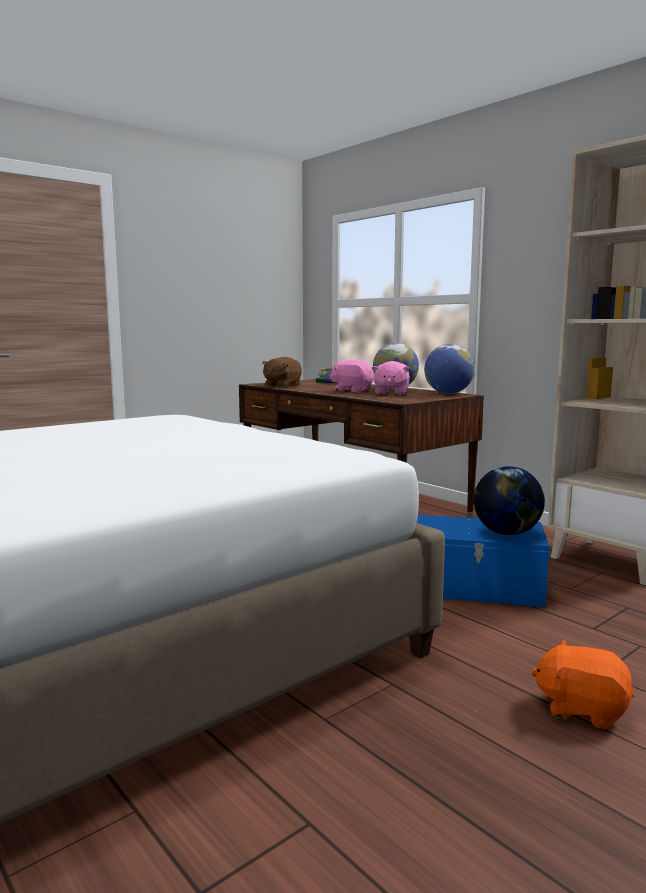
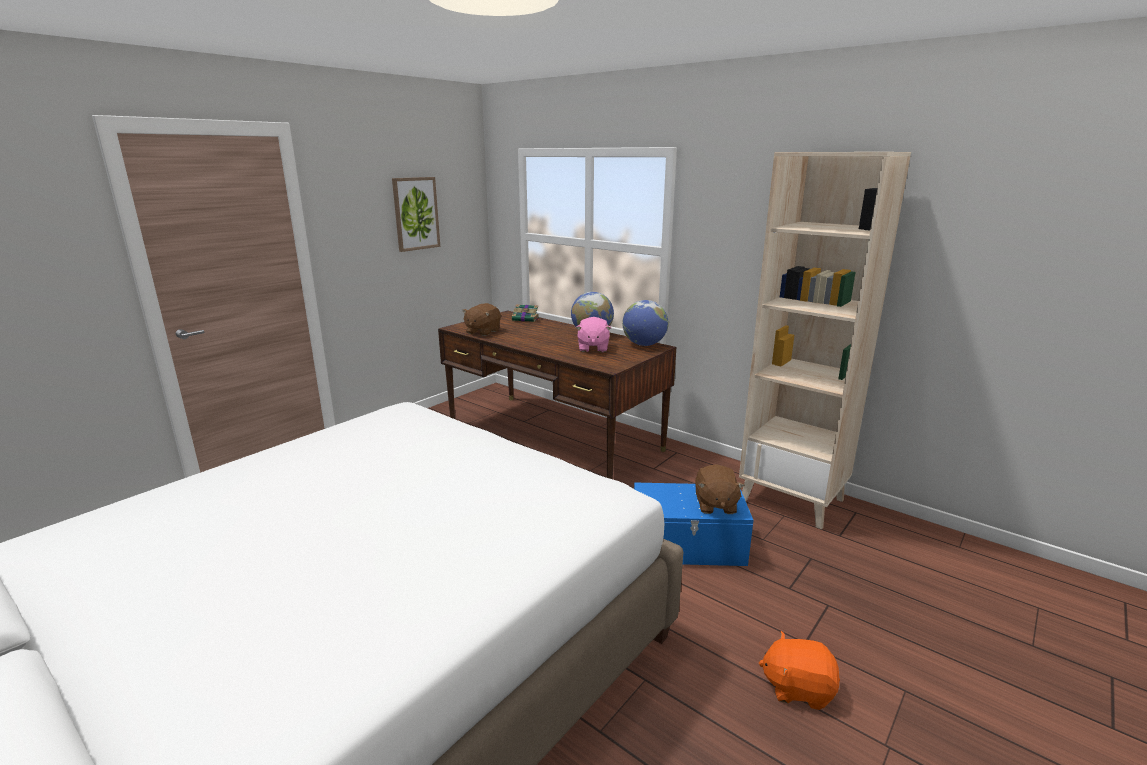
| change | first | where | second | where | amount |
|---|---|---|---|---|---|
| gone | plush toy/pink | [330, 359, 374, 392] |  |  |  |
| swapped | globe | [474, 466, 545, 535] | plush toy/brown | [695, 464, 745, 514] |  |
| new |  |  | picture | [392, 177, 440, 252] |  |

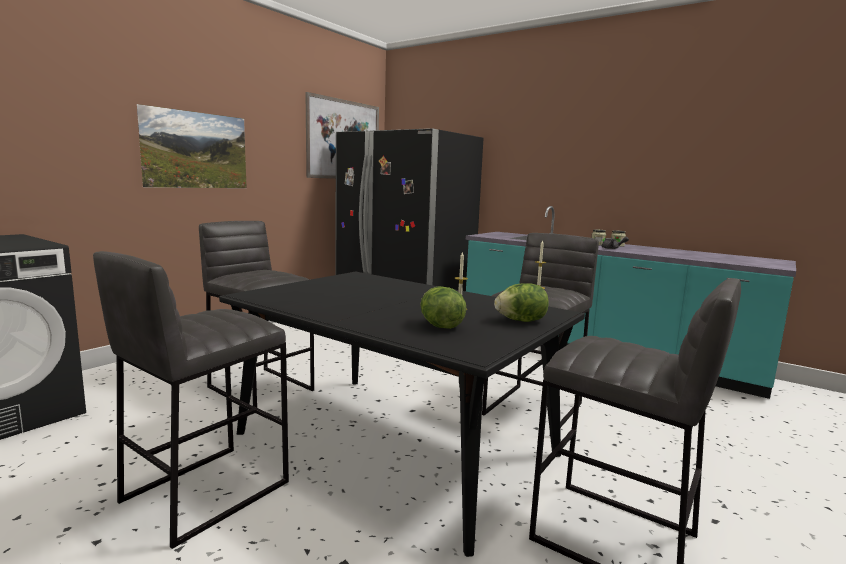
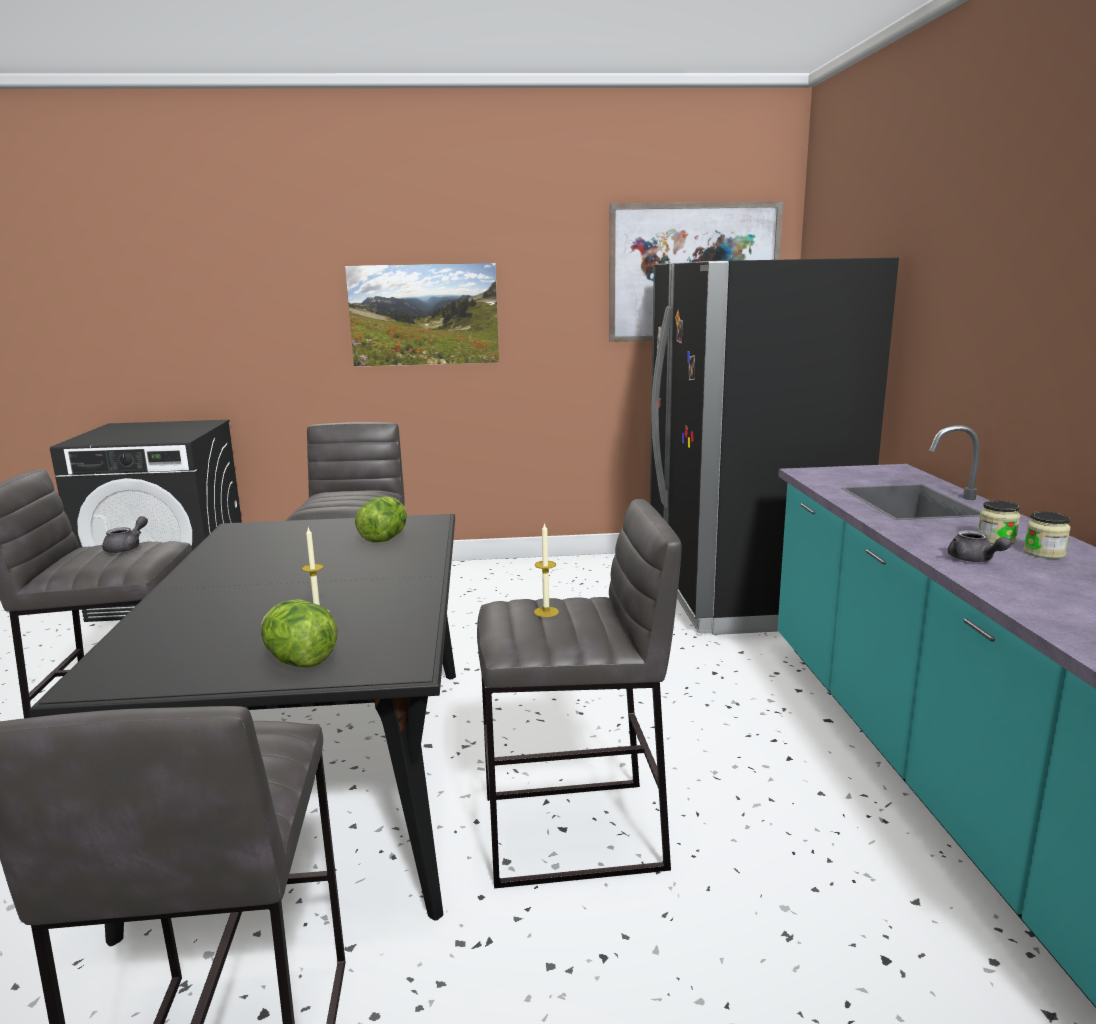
| change | first | where | second | where | amount |
|---|---|---|---|---|---|
| shifted | lettuce | [420, 286, 467, 329] |  | [355, 496, 407, 543] |  |
| new |  |  | teapot/grey | [102, 516, 148, 553] |  |

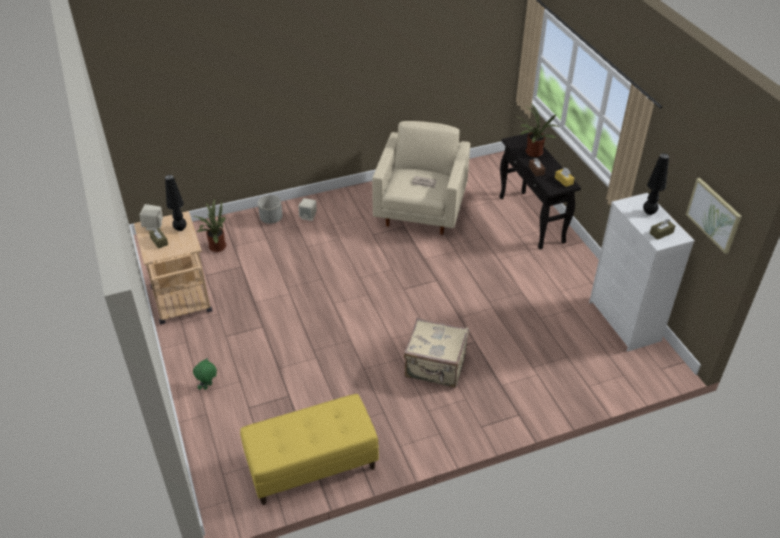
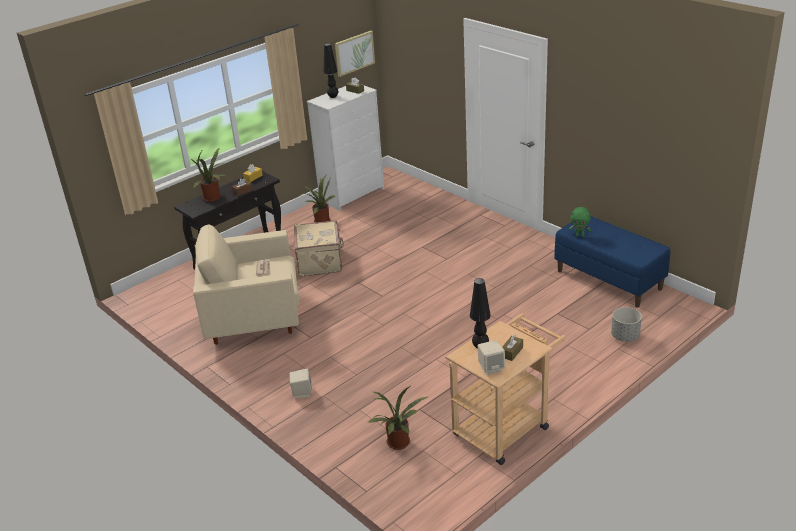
| change | first | where | second | where | amount |
|---|---|---|---|---|---|
| shifted | plush toy/green | [193, 358, 217, 390] |  | [569, 207, 591, 237] |  |
| repainted | bench/yellow | [240, 394, 379, 505] | bench/blue | [554, 216, 670, 308] |  |
| shifted | planter/grey | [258, 195, 283, 224] |  | [611, 307, 642, 342] |  |
| shifted | suitcase/beige | [404, 318, 469, 388] |  | [294, 220, 344, 276] |  |
| new |  |  | potted plant | [301, 175, 335, 223] |  |

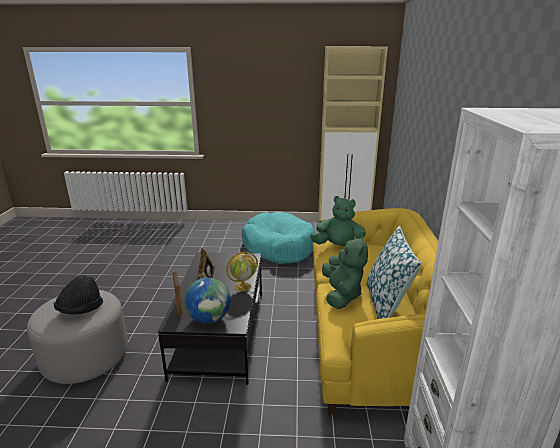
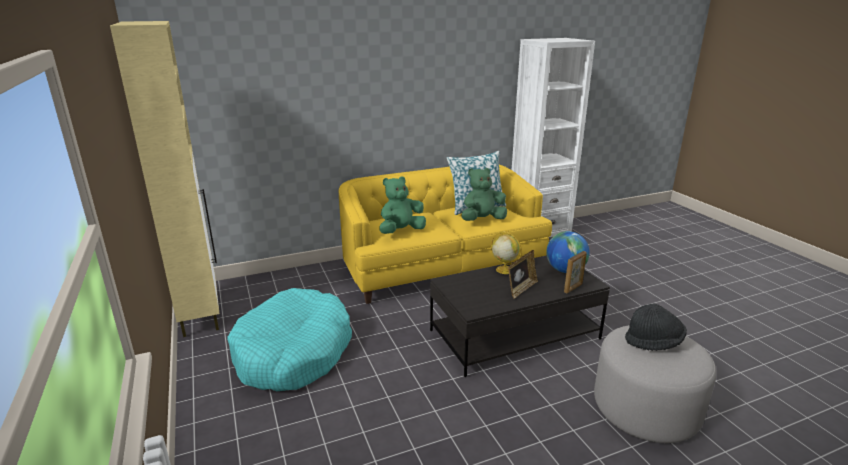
| change | first | where | second | where | amount |
|---|---|---|---|---|---|
| rotated | plush toy/green | [311, 196, 366, 246] |  | [379, 176, 426, 234] | 60 degrees clockwise |

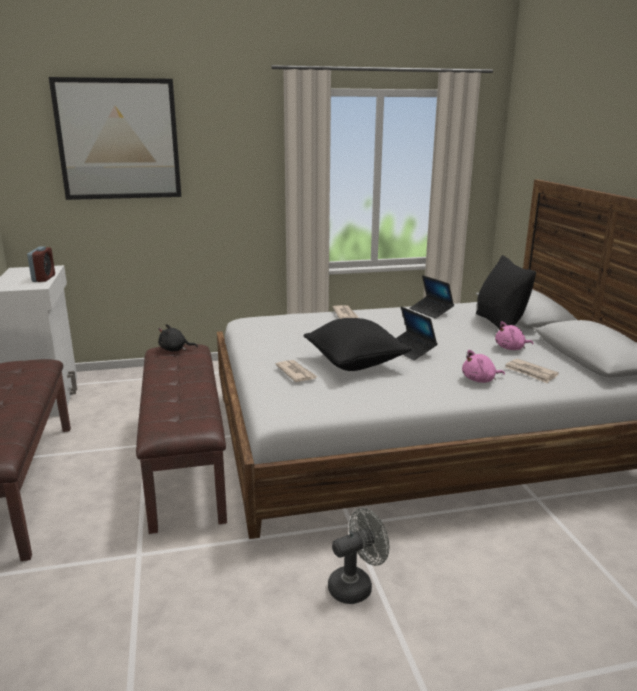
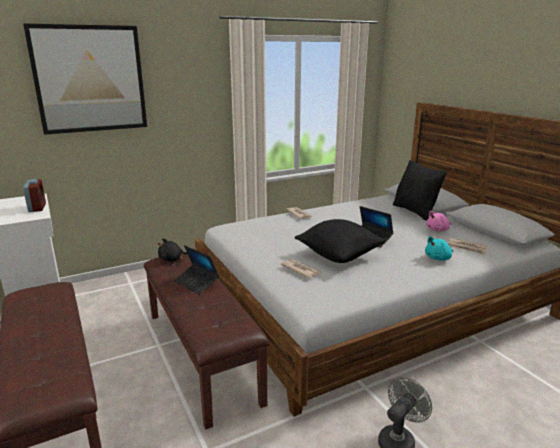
| change | first | where | second | where | amount |
|---|---|---|---|---|---|
| shifted | laptop | [410, 275, 454, 319] |  | [174, 245, 219, 294] |  |
| repainted | plush toy/pink | [462, 350, 505, 383] | plush toy/turquoise | [425, 236, 453, 261] |  |

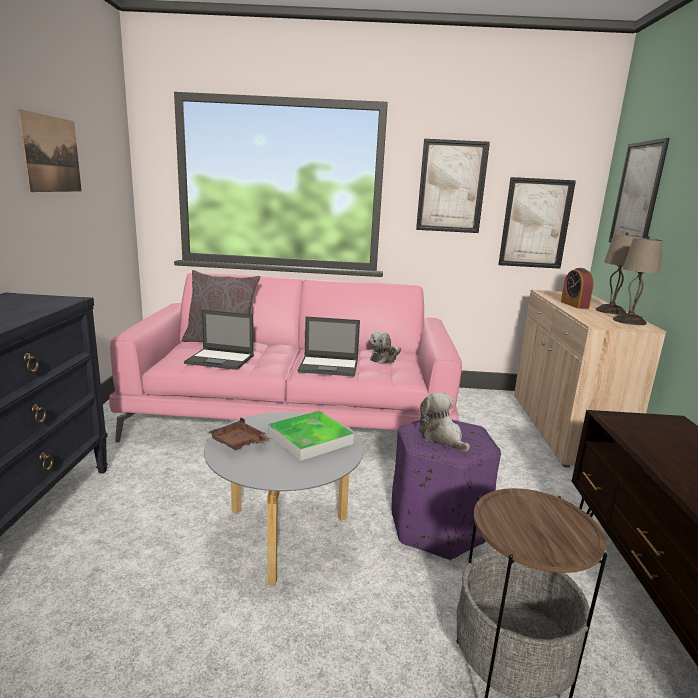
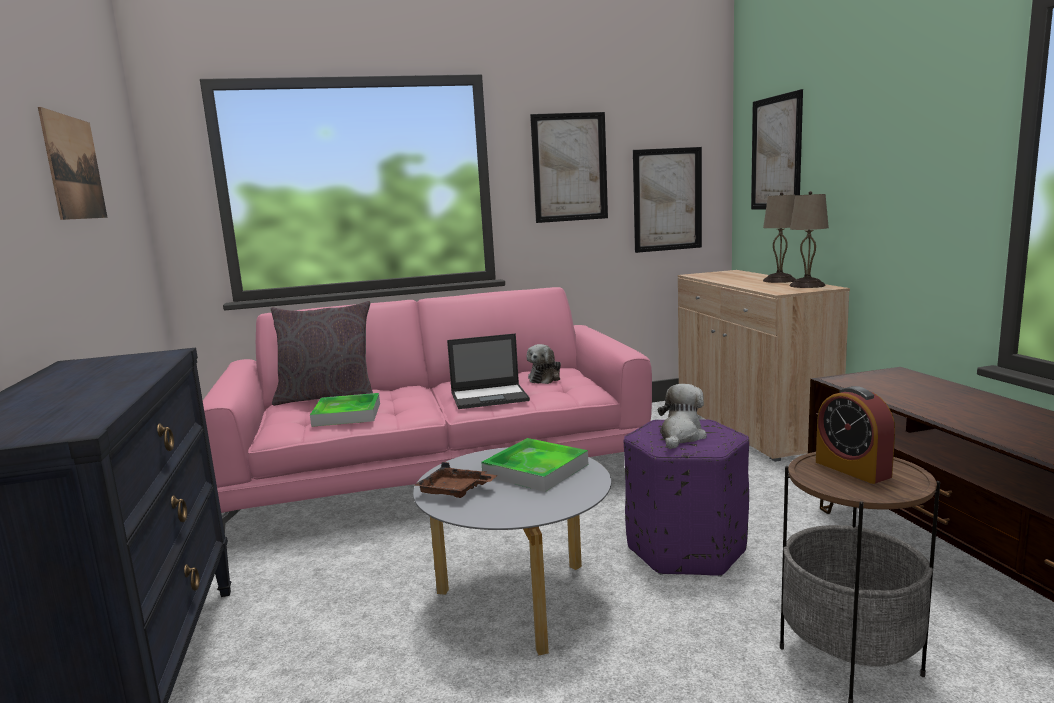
| change | first | where | second | where | amount |
|---|---|---|---|---|---|
| swapped | laptop | [184, 310, 254, 370] | tray | [310, 393, 380, 427] |  |
| rotated | plush toy | [419, 392, 470, 452] |  | [658, 384, 707, 449] | 75 degrees clockwise |
| shifted | alarm clock | [561, 268, 594, 309] |  | [816, 386, 895, 484] |  |

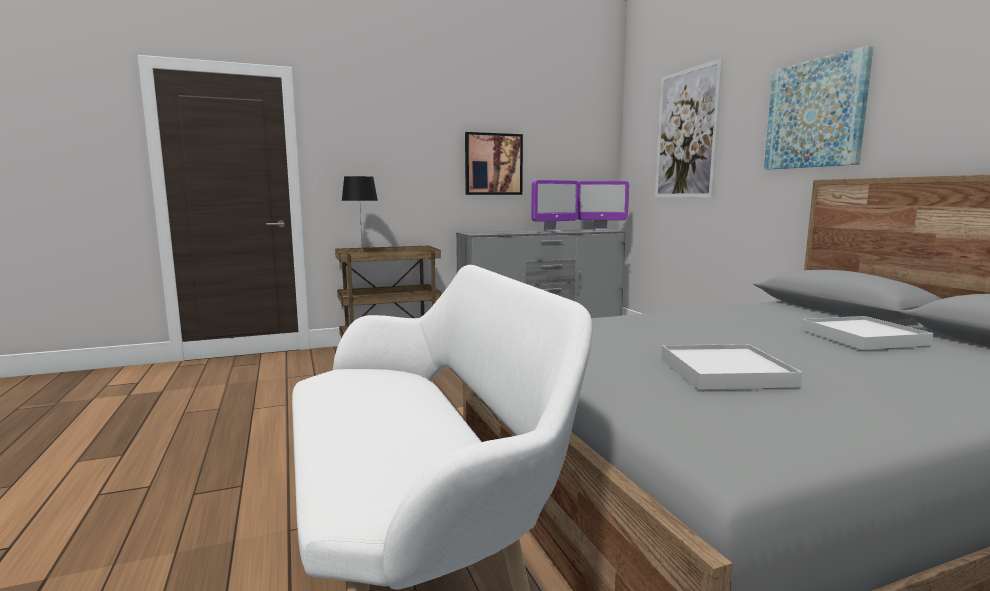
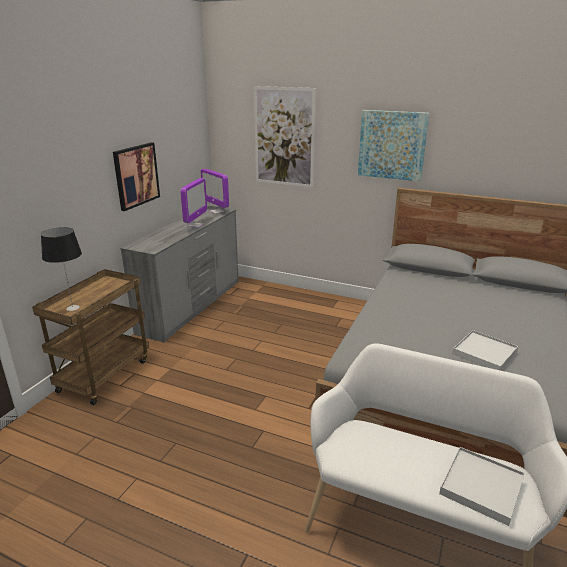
| change | first | where | second | where | amount |
|---|---|---|---|---|---|
| rotated | monitor | [578, 181, 629, 231] |  | [201, 169, 229, 214] | 90 degrees clockwise |
| shifted | tray/white | [801, 316, 934, 350] |  | [439, 447, 525, 526] |  |

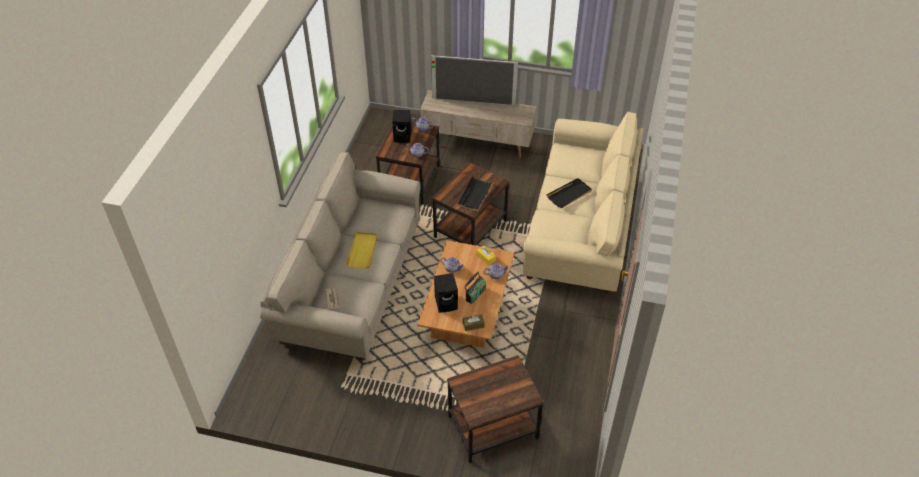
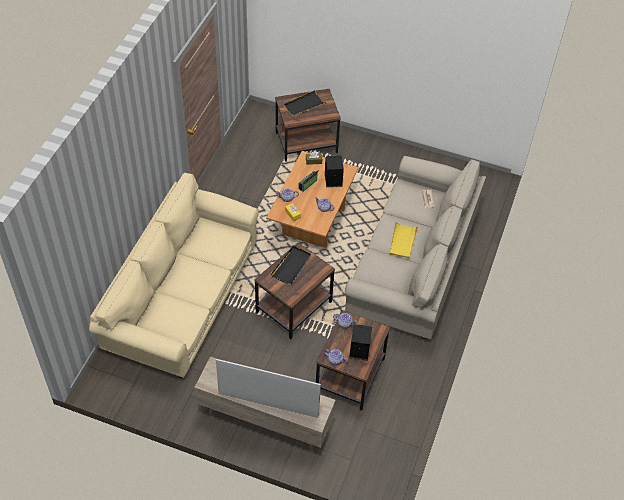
| change | first | where | second | where | amount |
|---|---|---|---|---|---|
| shifted | tray/black | [546, 178, 592, 208] |  | [284, 90, 325, 117] |  |

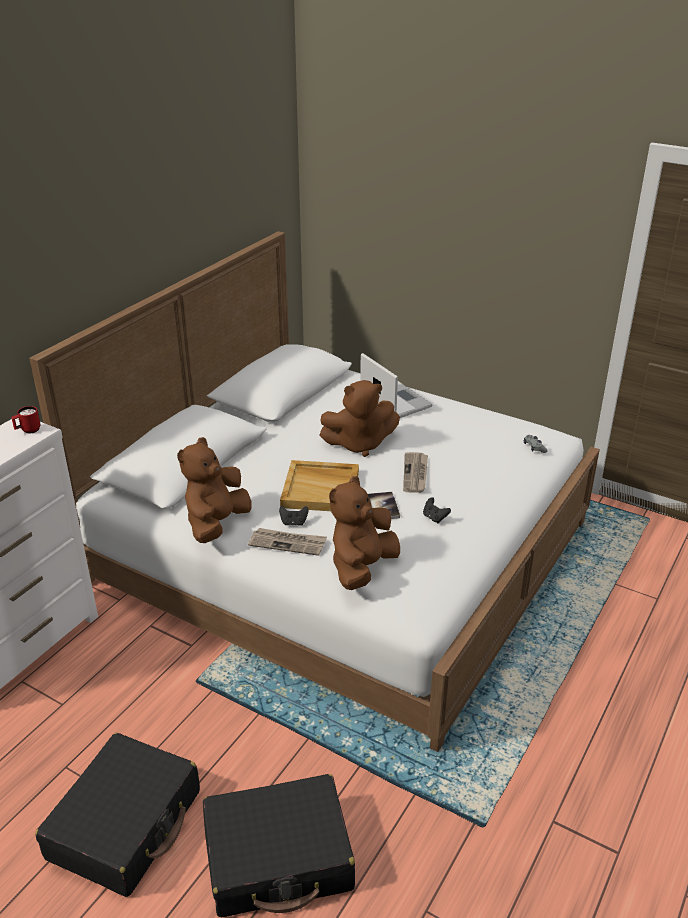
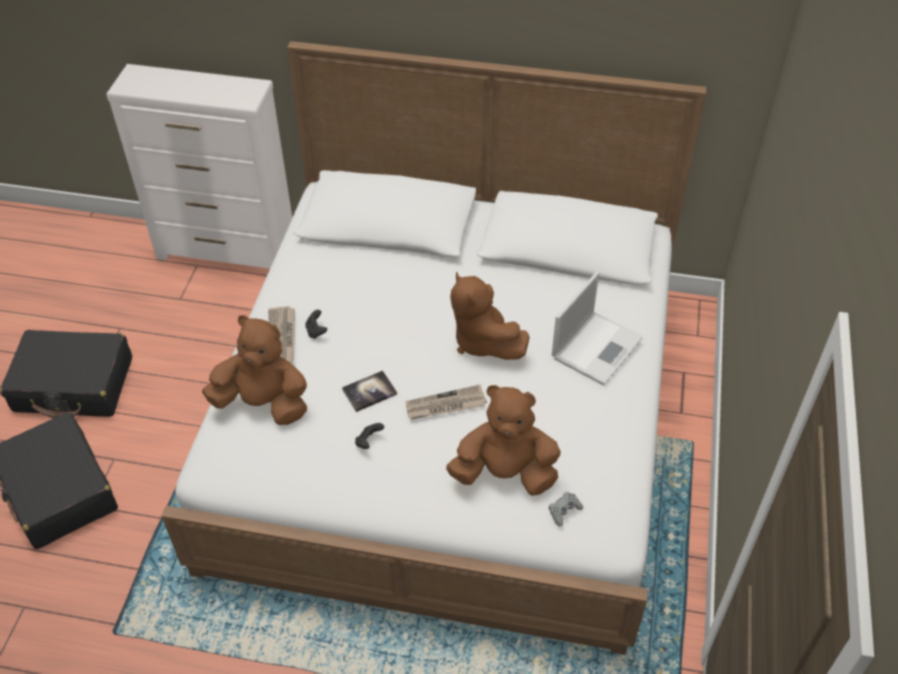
| change | first | where | second | where | amount |
|---|---|---|---|---|---|
| gone | mug/red | [11, 406, 41, 433] |  |  |  |
| shifted | plush toy/brown | [177, 437, 251, 543] |  | [446, 385, 561, 496] |  |
| gone | tray/beige | [280, 460, 359, 511] |  |  |  |

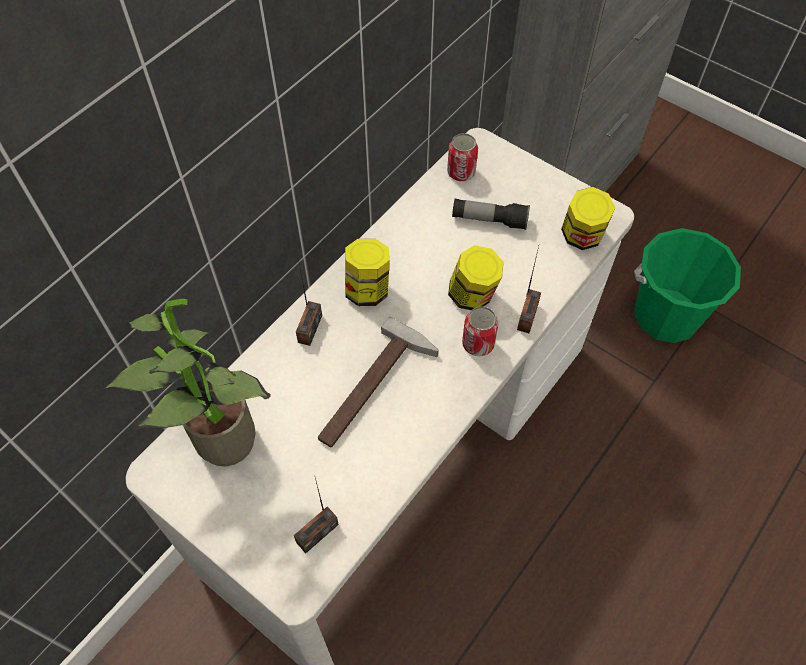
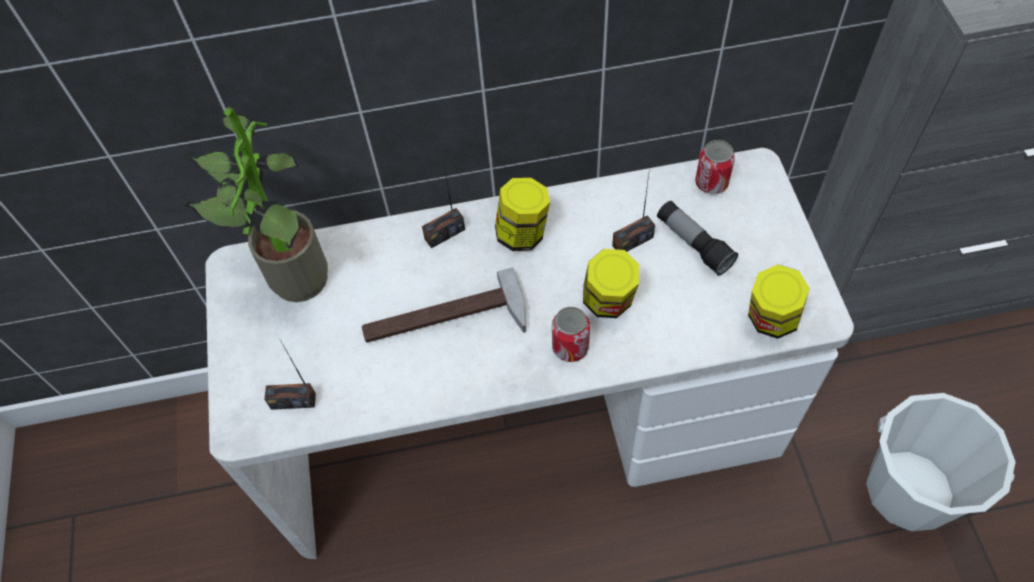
| change | first | where | second | where | amount |
|---|---|---|---|---|---|
| shifted | radio | [517, 246, 541, 333] |  | [612, 167, 655, 252] |  |
| repainted | bucket/green | [634, 228, 741, 343] | bucket/white | [866, 393, 1016, 531] |  |

